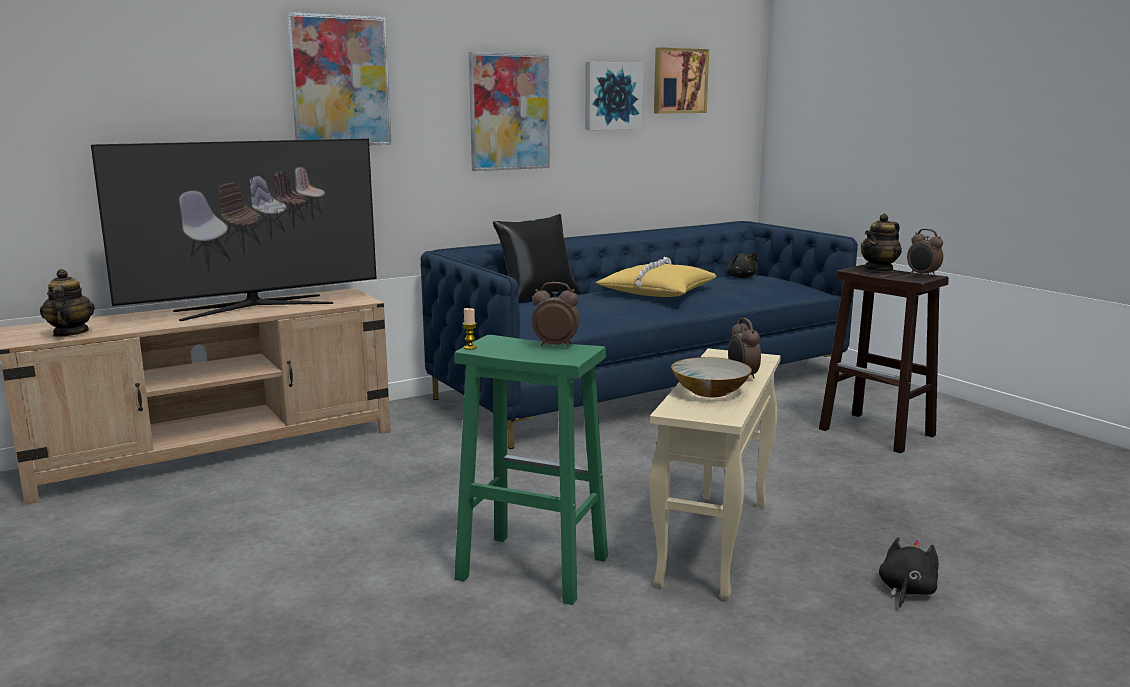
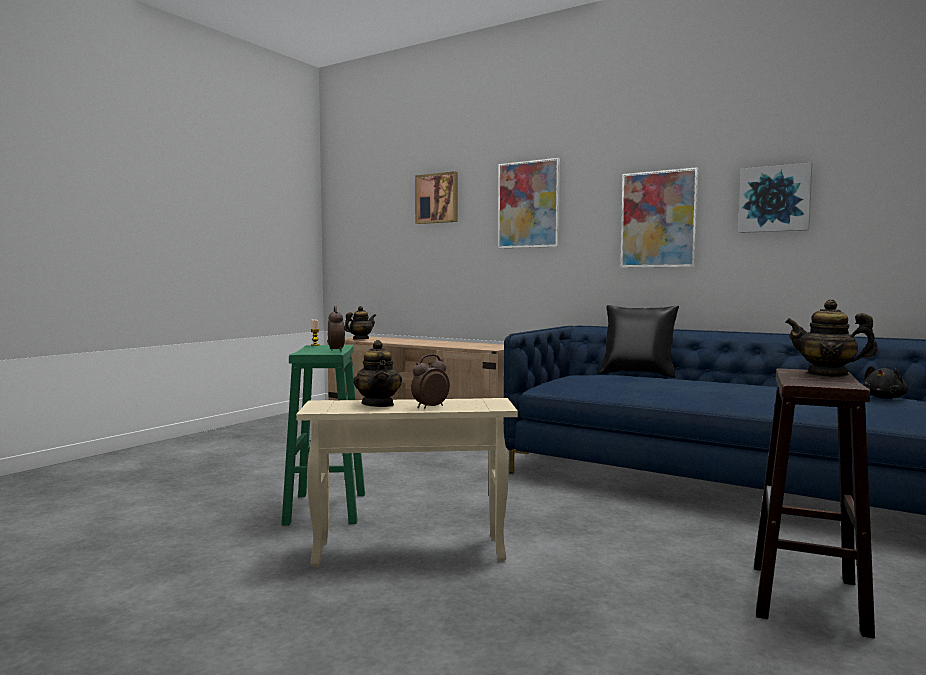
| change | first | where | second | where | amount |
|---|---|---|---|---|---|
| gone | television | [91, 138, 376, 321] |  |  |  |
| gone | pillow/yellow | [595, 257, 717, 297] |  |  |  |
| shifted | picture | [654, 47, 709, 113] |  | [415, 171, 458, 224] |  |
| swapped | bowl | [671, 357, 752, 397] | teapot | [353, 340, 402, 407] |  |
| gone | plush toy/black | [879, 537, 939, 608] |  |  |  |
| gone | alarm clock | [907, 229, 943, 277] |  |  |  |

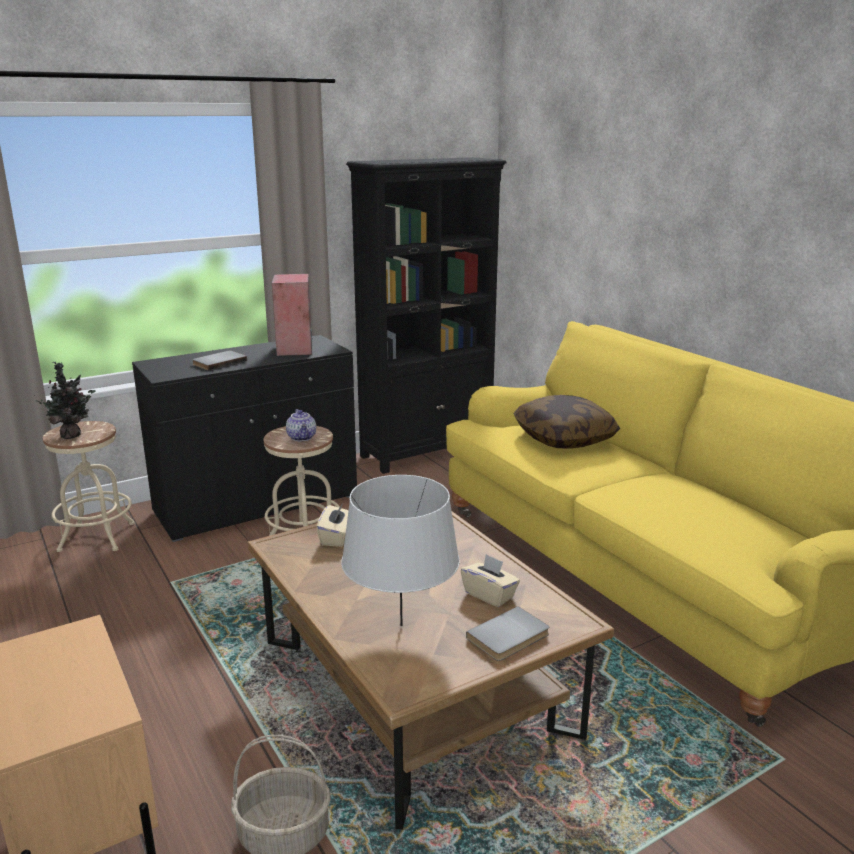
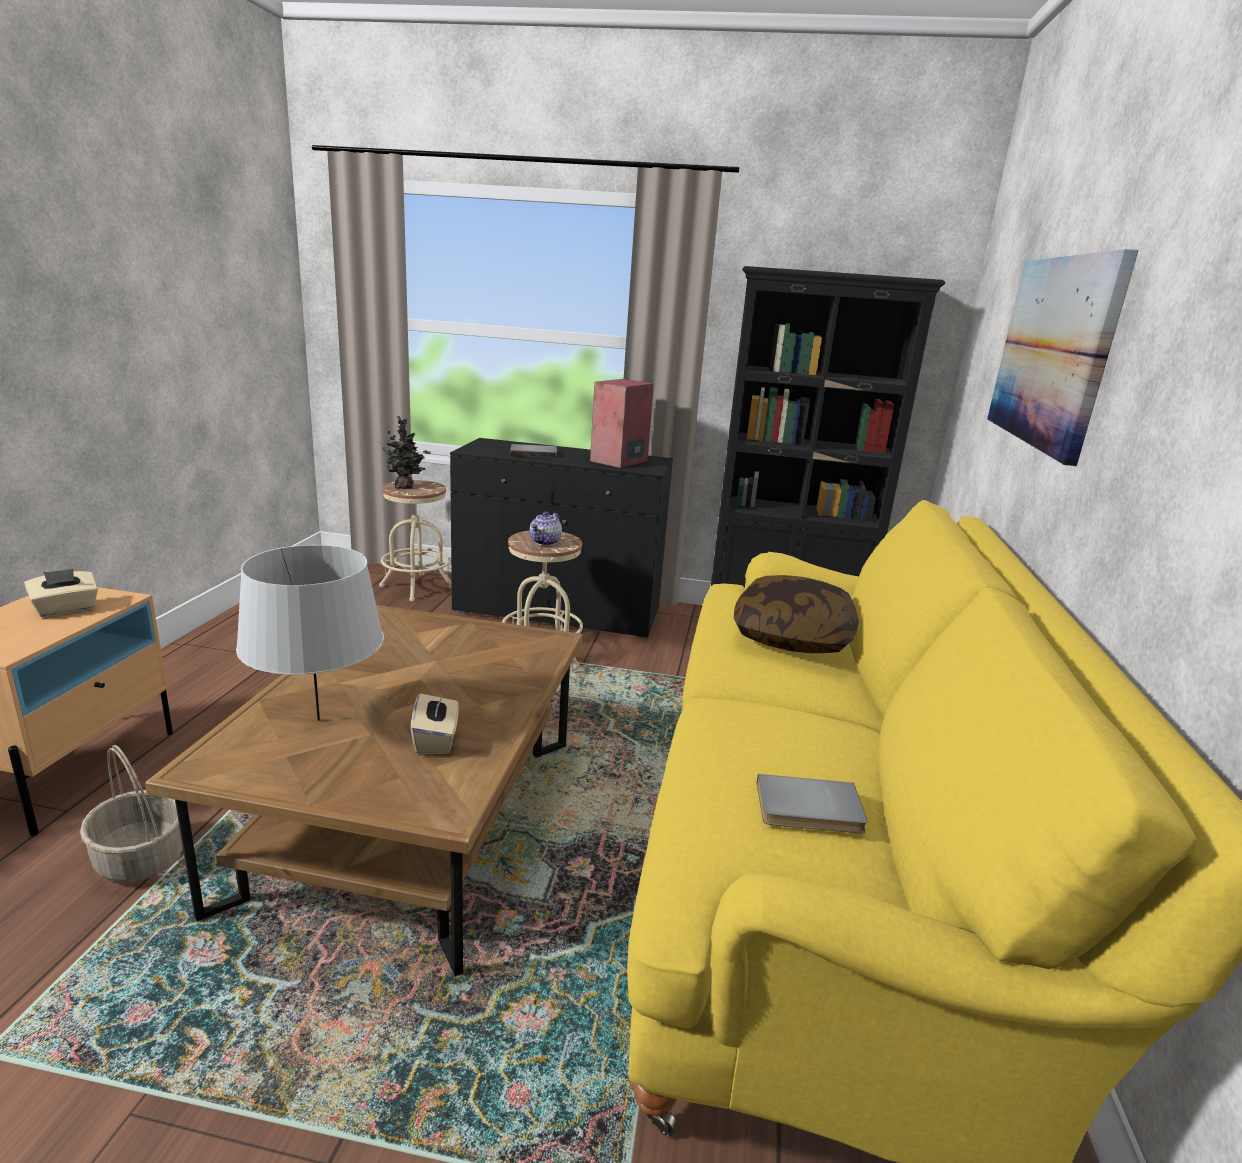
| change | first | where | second | where | amount |
|---|---|---|---|---|---|
| shifted | tissue box/beige | [317, 503, 349, 547] |  | [24, 569, 98, 617] |  |
| shifted | book/grey | [466, 606, 549, 661] |  | [757, 774, 868, 833] |  |
| new |  |  | picture | [987, 249, 1139, 466] |  |

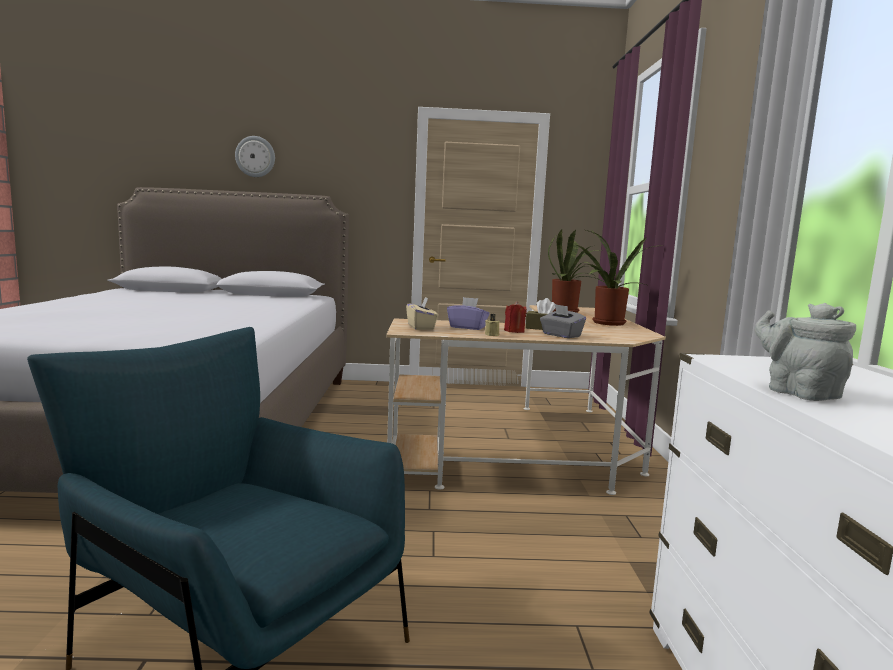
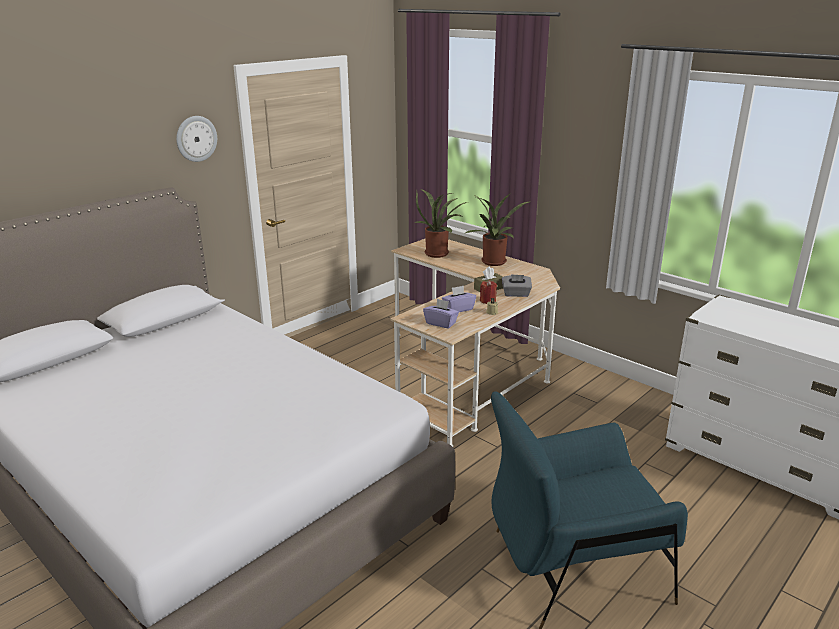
| change | first | where | second | where | amount |
|---|---|---|---|---|---|
| shifted | wall clock | [235, 136, 275, 177] |  | [176, 116, 217, 162] |  |
| repainted | tissue box/beige | [406, 297, 438, 330] | tissue box/purple | [423, 299, 459, 328] |  |
| gone | teapot/grey | [755, 303, 856, 401] |  |  |  |

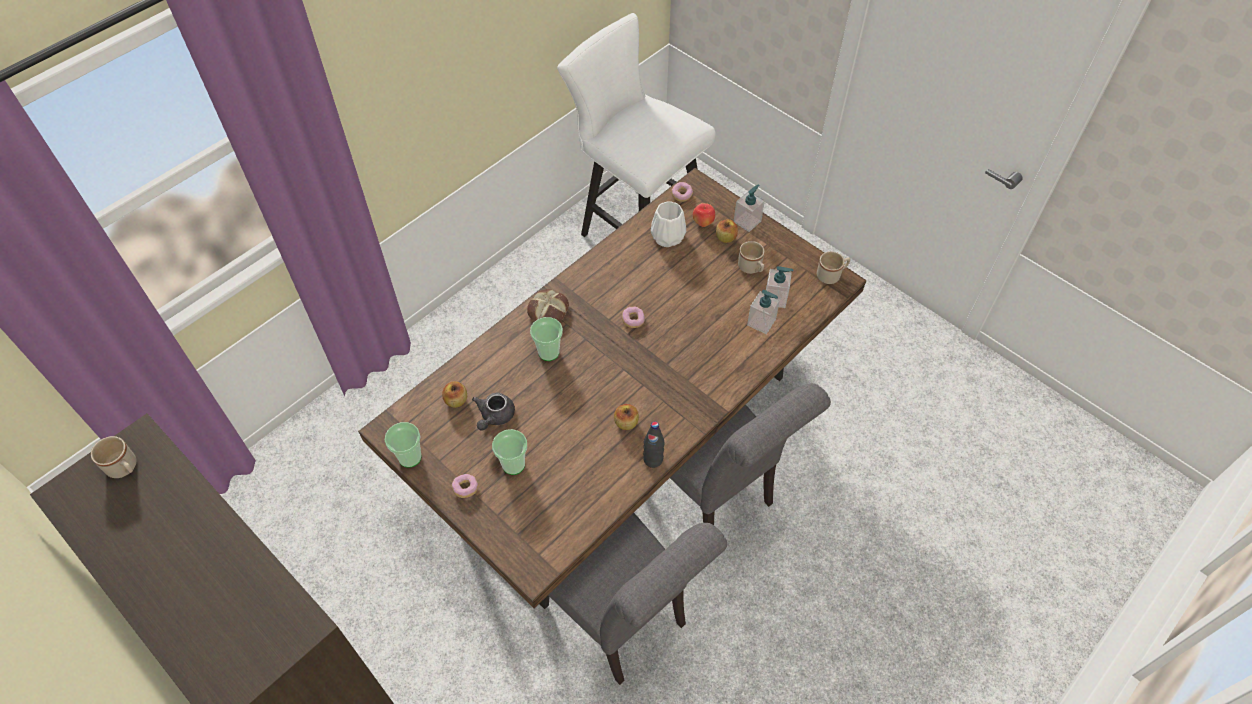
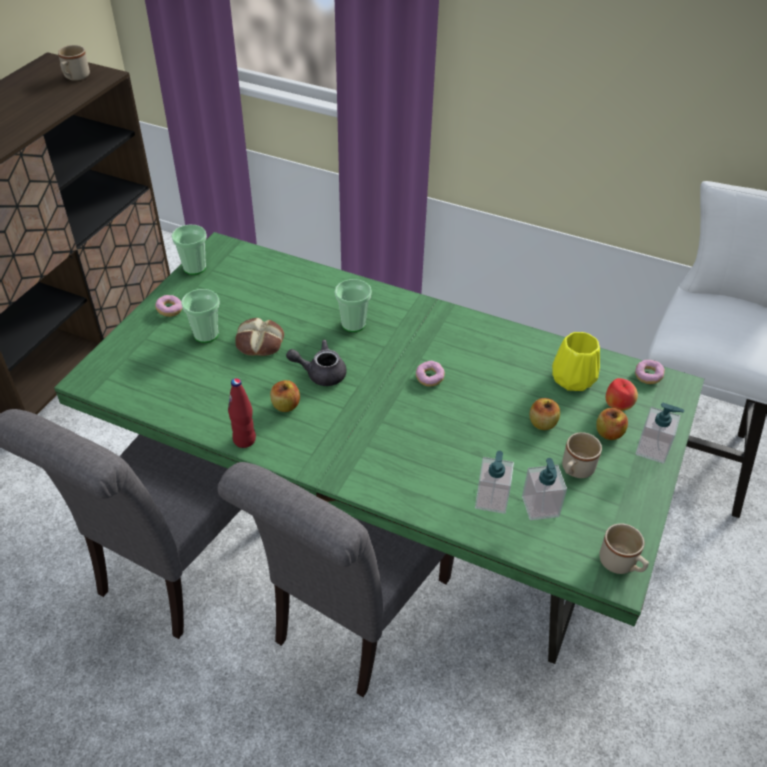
| change | first | where | second | where | amount |
|---|---|---|---|---|---|
| repainted | dining table/brown | [358, 168, 867, 609] | dining table/green | [54, 232, 704, 664] |  |
| shifted | apple | [442, 381, 467, 408] |  | [530, 398, 560, 430] |  |
| shifted | teapot/grey | [472, 393, 515, 430] |  | [286, 340, 347, 386] |  |
| shifted | bread | [527, 289, 569, 322] |  | [235, 318, 284, 356] |  |
| repainted | bottle/black | [643, 421, 664, 468] | bottle/red | [228, 378, 256, 448] |  |
| repainted | vase/white | [651, 201, 686, 247] | vase/yellow | [552, 332, 600, 391] |  |

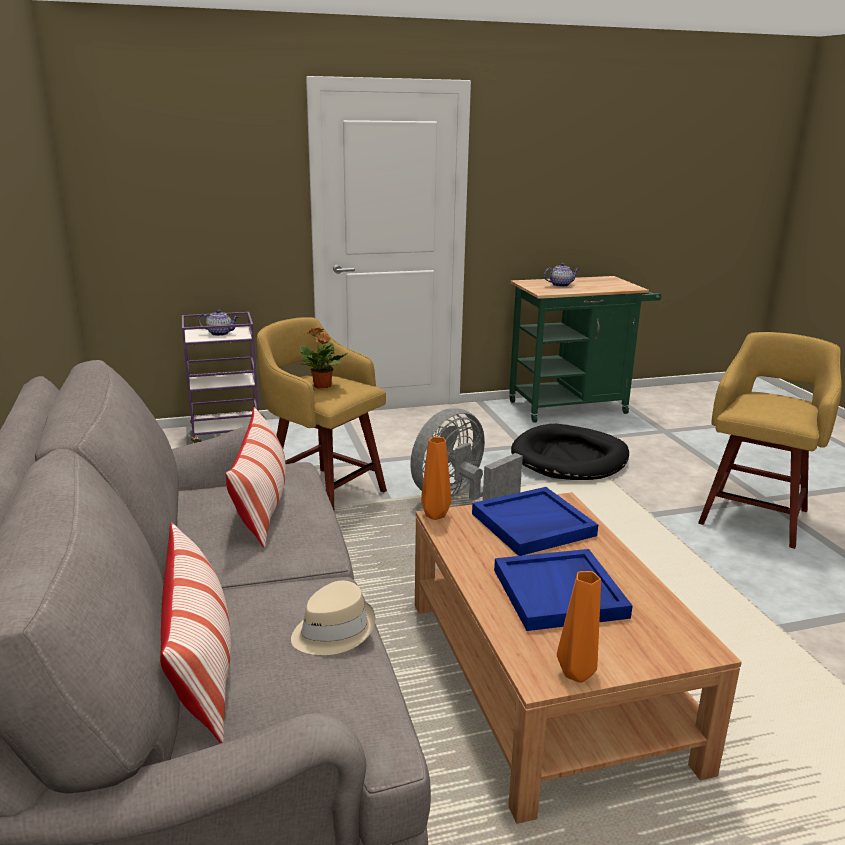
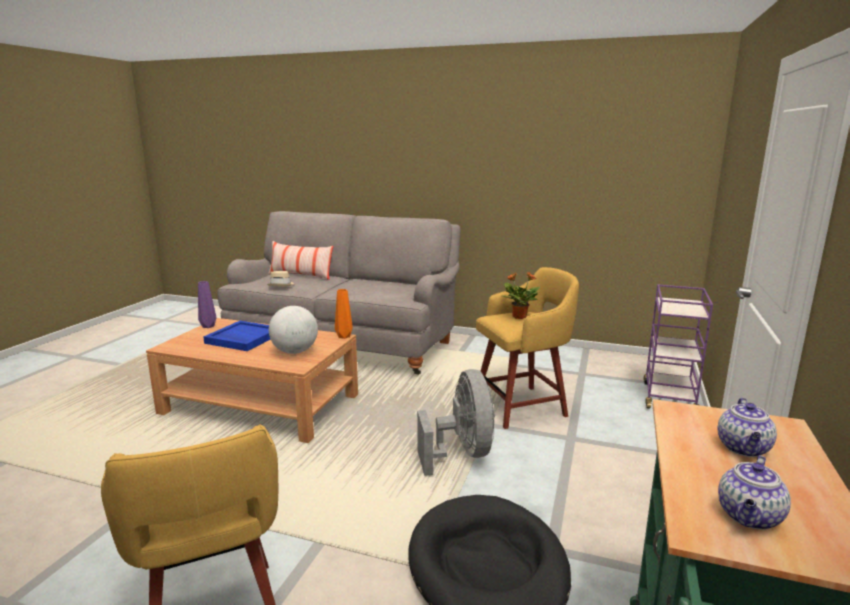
| change | first | where | second | where | amount |
|---|---|---|---|---|---|
| shifted | teapot | [198, 310, 239, 336] |  | [718, 456, 791, 530] |  |
| gone | pillow | [225, 407, 286, 548] |  |  |  |
| swapped | tray/blue | [472, 487, 598, 556] | globe | [269, 306, 318, 354] |  |
| repainted | vase/orange | [557, 571, 601, 683] | vase/purple | [198, 281, 216, 328] |  |

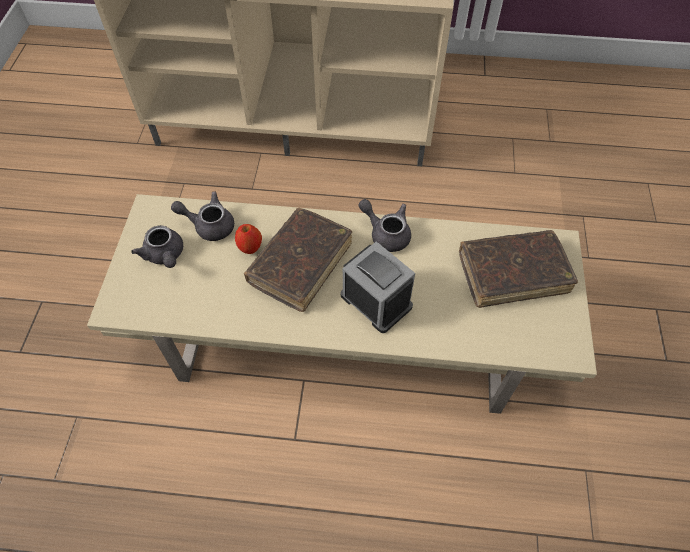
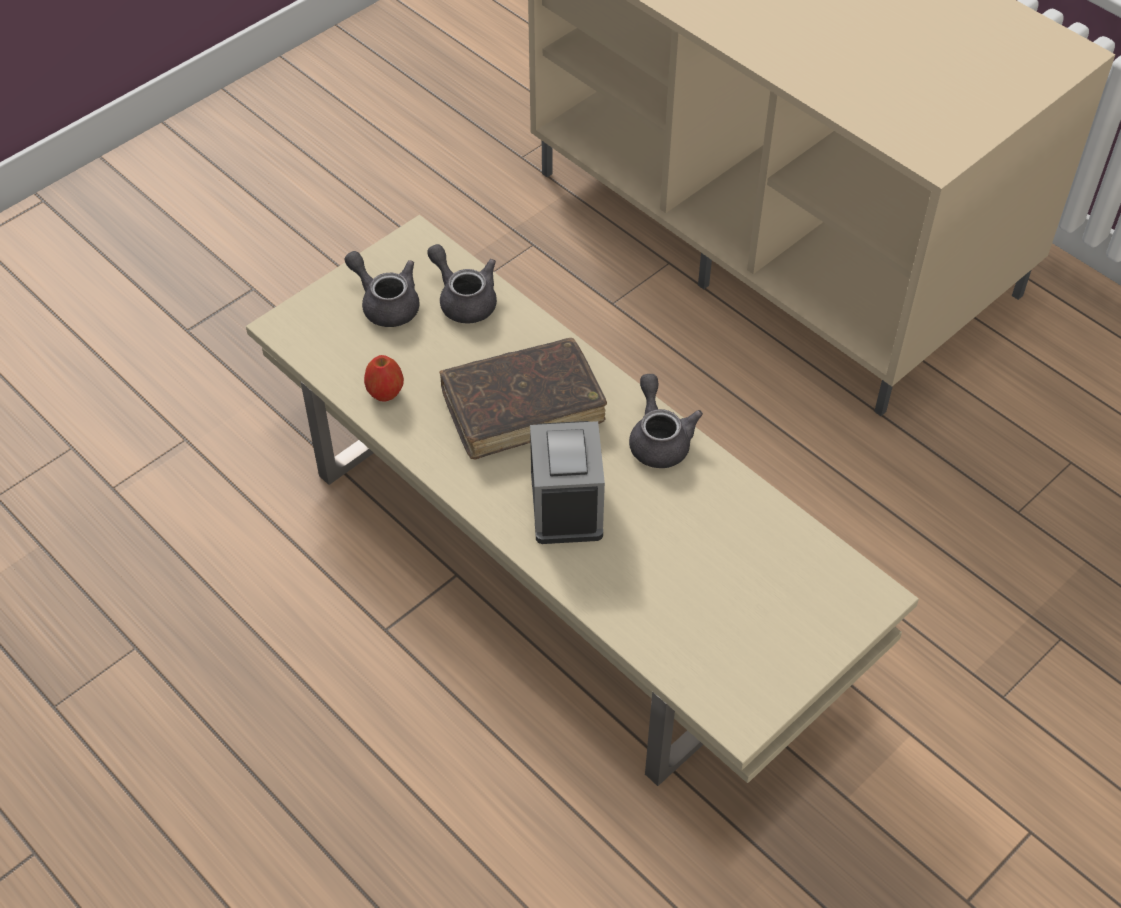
| change | first | where | second | where | amount |
|---|---|---|---|---|---|
| rotated | teapot/grey | [131, 225, 183, 268] |  | [344, 251, 420, 327] | 120 degrees clockwise |
| shifted | apple | [235, 224, 262, 254] |  | [364, 355, 404, 401] |  |
| gone | book/brown | [459, 230, 578, 308] |  |  |  |

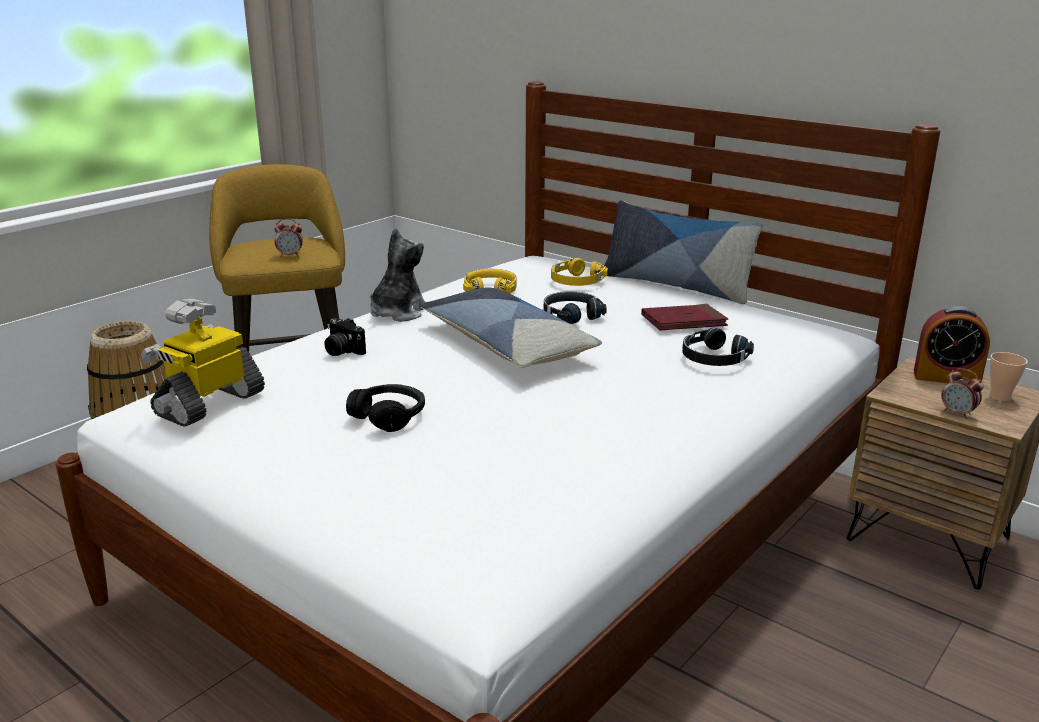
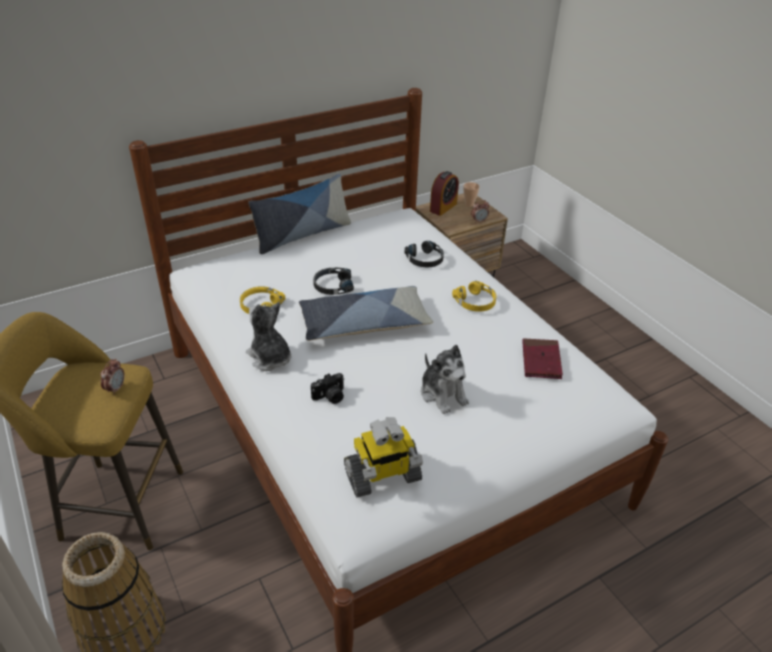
| change | first | where | second | where | amount |
|---|---|---|---|---|---|
| rotated | toy robot | [141, 299, 265, 426] |  | [344, 417, 423, 497] | 75 degrees counterclockwise |
| swapped | headphones/black | [346, 384, 425, 432] | plush toy | [421, 345, 469, 414] |  |
| shifted | headphones/yellow | [551, 258, 608, 286] |  | [452, 281, 496, 312] |  |
| shifted | book/red | [641, 304, 728, 330] |  | [522, 338, 563, 379] |  |

